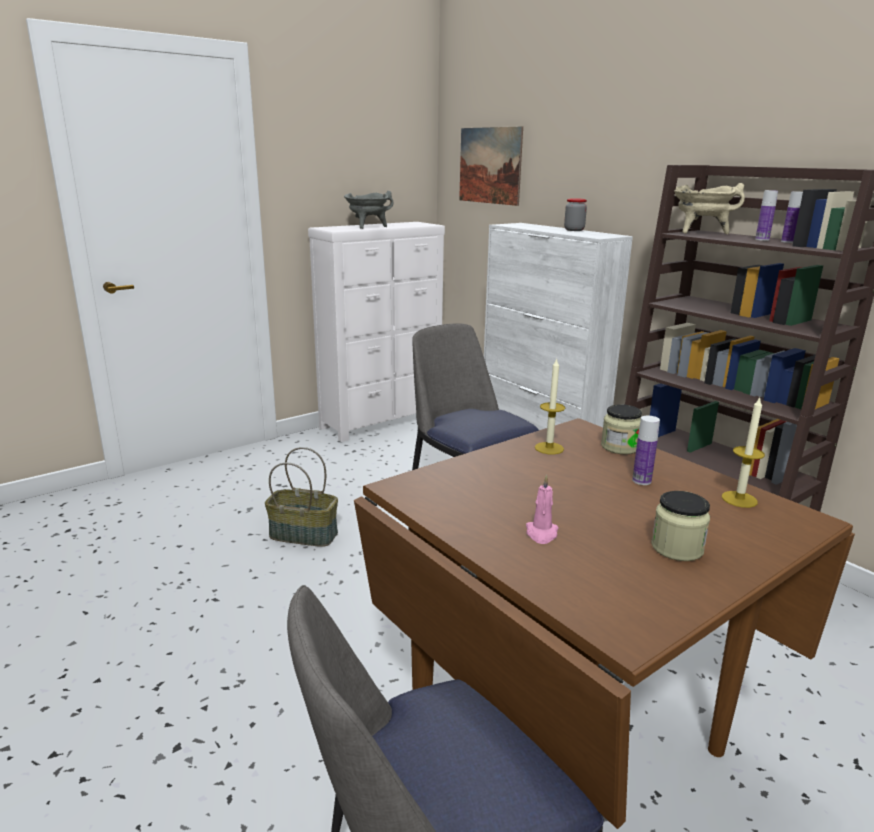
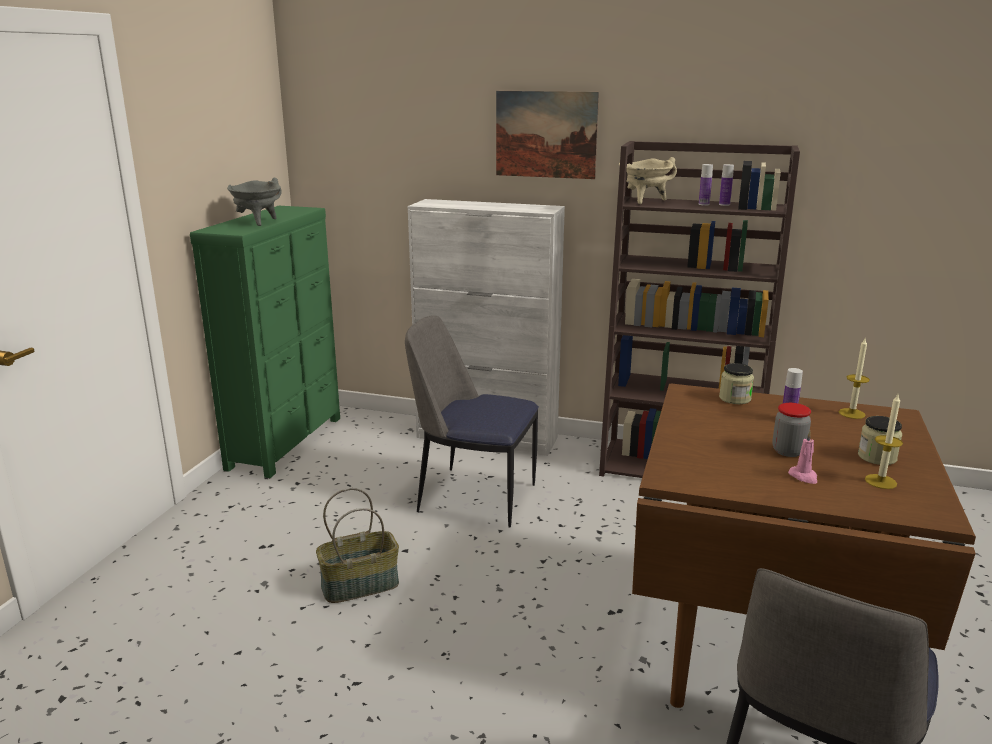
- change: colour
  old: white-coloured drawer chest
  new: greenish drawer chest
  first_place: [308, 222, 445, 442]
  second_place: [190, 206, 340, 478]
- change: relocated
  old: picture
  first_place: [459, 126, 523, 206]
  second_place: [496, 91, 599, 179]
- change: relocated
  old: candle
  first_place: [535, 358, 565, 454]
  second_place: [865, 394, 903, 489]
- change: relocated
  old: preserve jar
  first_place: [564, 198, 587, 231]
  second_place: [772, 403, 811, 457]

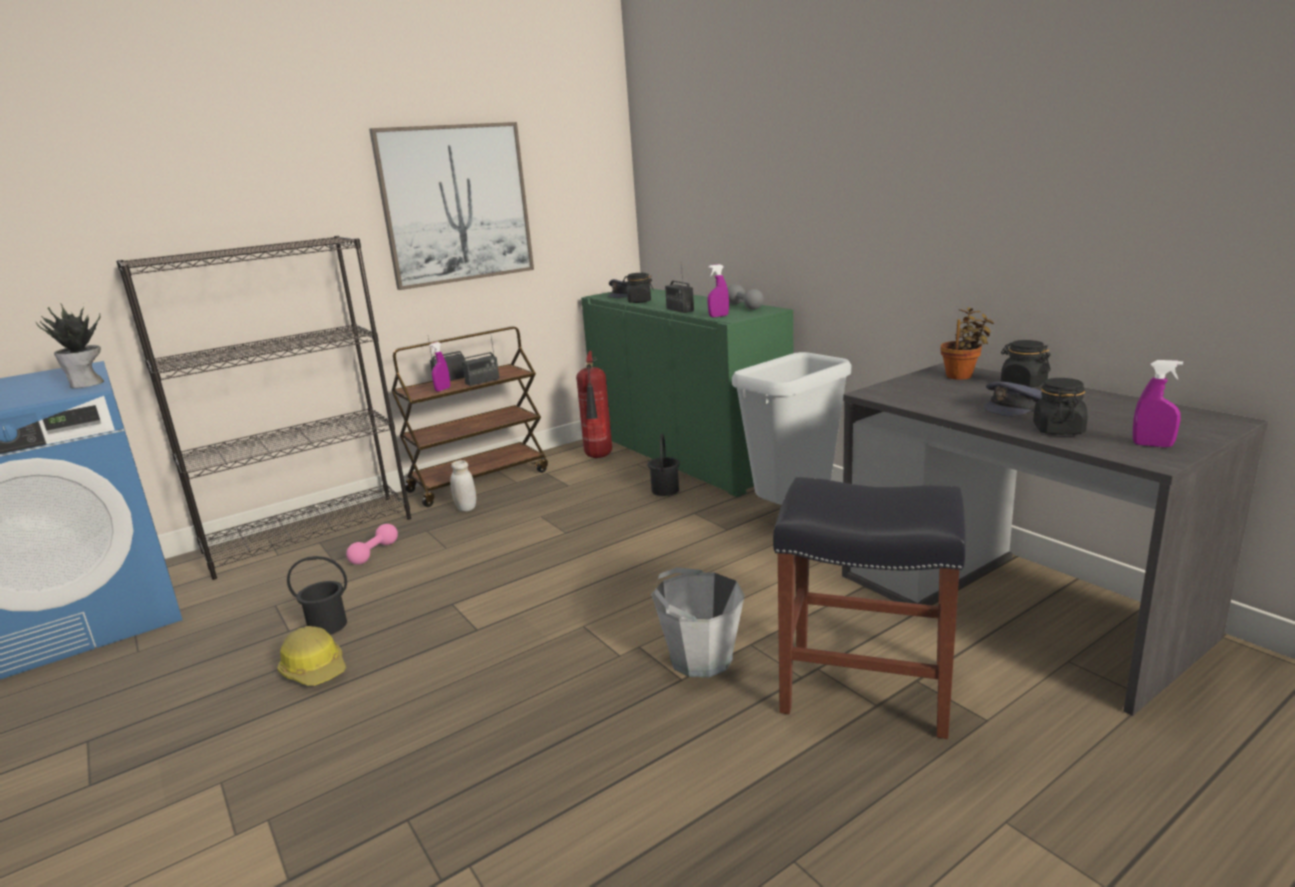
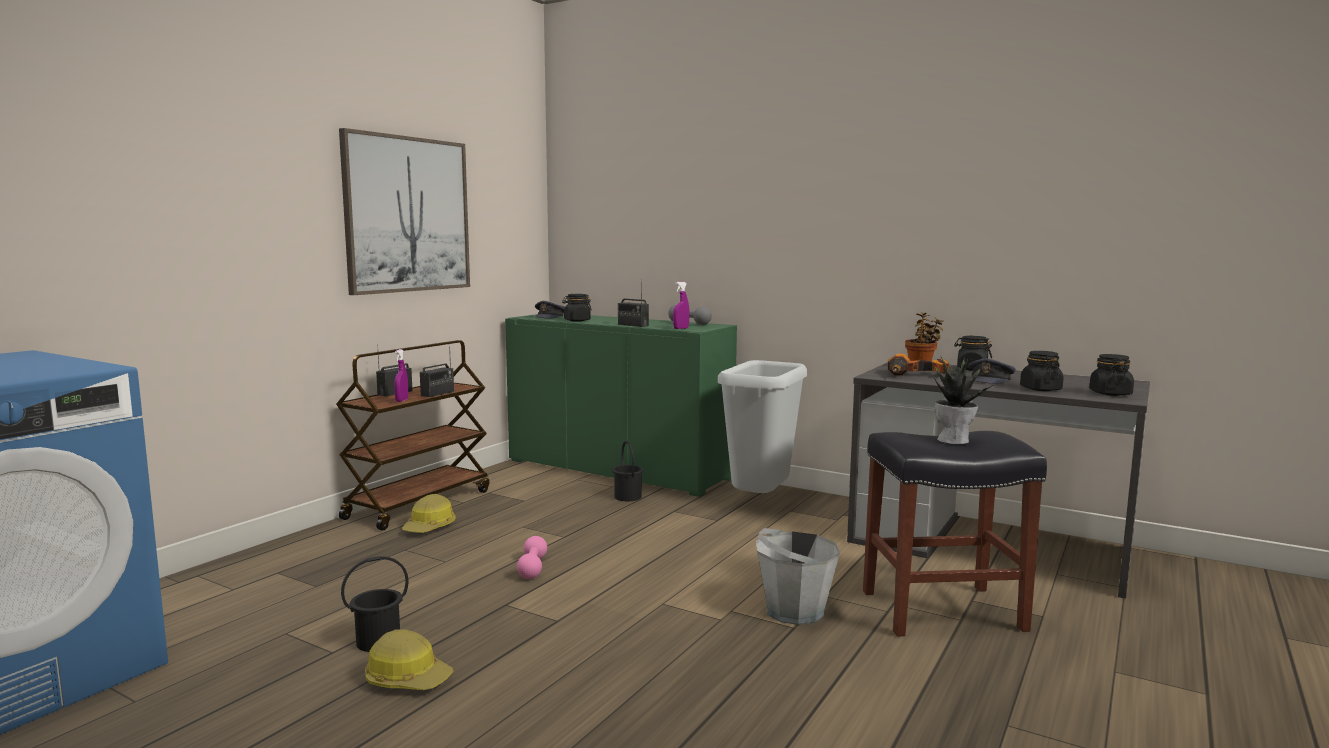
- change: relocated
  old: plant in a pot
  first_place: [36, 303, 104, 388]
  second_place: [934, 357, 997, 444]
- change: missing
  old: black bookcase
  first_place: [116, 236, 411, 580]
- change: relocated
  old: pink dumbbell
  first_place: [346, 524, 398, 565]
  second_place: [517, 536, 547, 579]
- change: exchanged
  old: white-coloured preserve jar
  new: work helmet
  first_place: [450, 460, 476, 511]
  second_place: [402, 494, 456, 533]
- change: missing
  old: extinguisher
  first_place: [576, 351, 612, 458]
- change: exchanged
  old: purple-coloured spray bottle
  new: black preserve jar
  first_place: [1133, 360, 1183, 447]
  second_place: [1089, 354, 1134, 396]
- change: appeared
  new: power drill
  second_place: [887, 354, 950, 376]

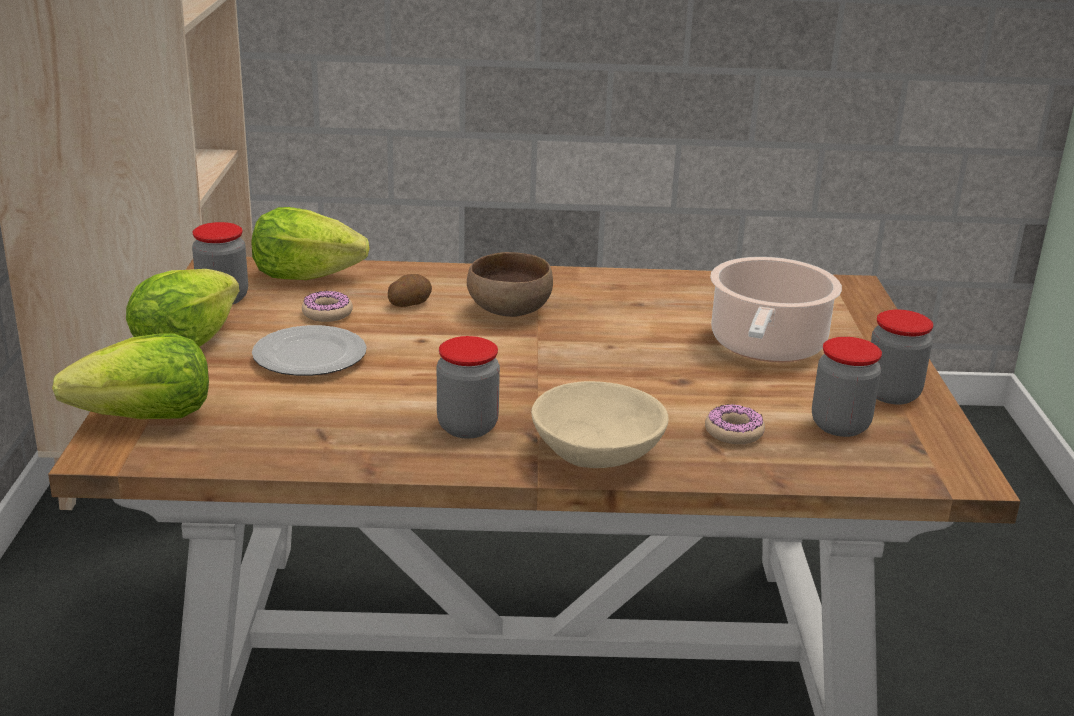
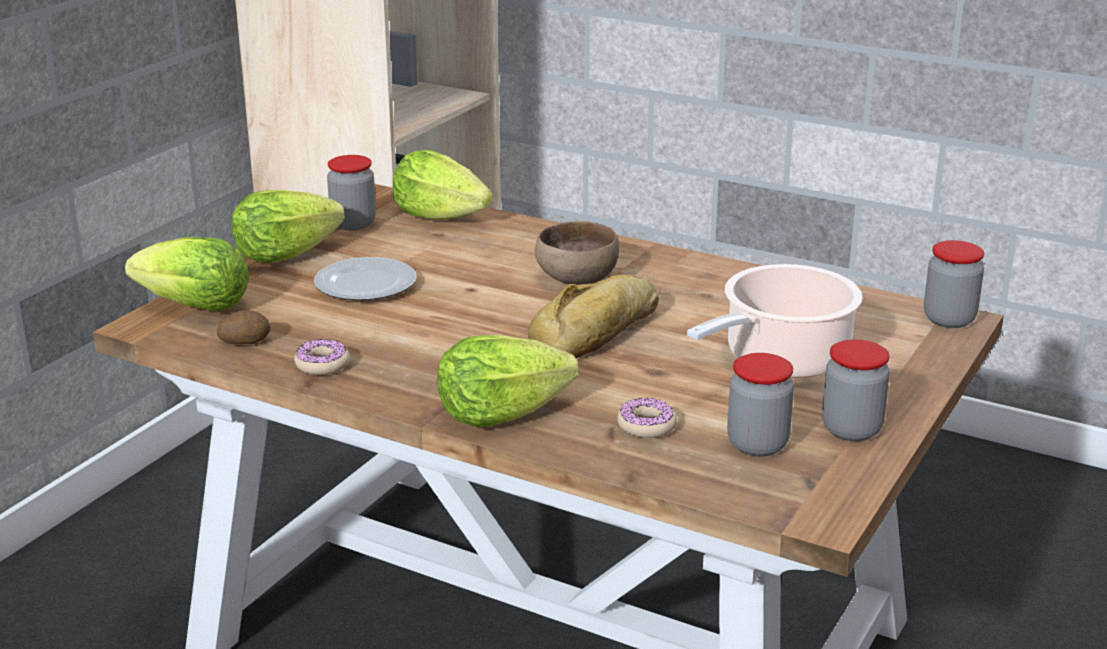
- change: relocated
  old: donut
  first_place: [302, 291, 353, 322]
  second_place: [294, 339, 350, 375]
- change: relocated
  old: spud
  first_place: [388, 274, 432, 307]
  second_place: [217, 310, 270, 344]
- change: relocated
  old: preserve jar
  first_place: [437, 336, 500, 439]
  second_place: [924, 240, 984, 328]
- change: exchanged
  old: beige-coloured serving bowl
  new: head of lettuce
  first_place: [531, 381, 669, 468]
  second_place: [437, 335, 578, 427]
- change: appeared
  new: baked bread
  second_place: [528, 275, 659, 358]

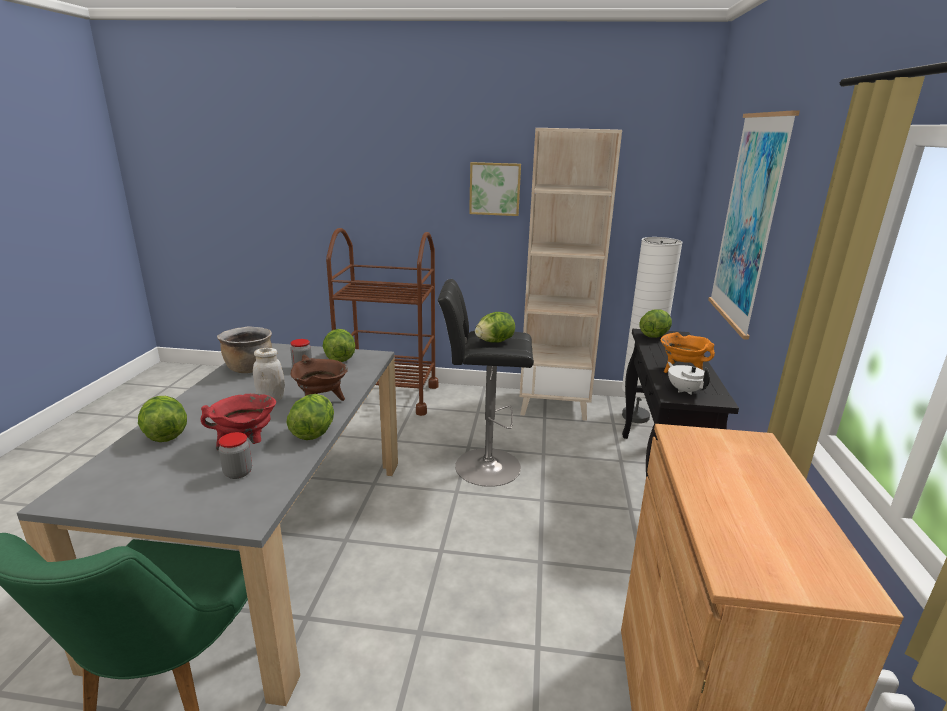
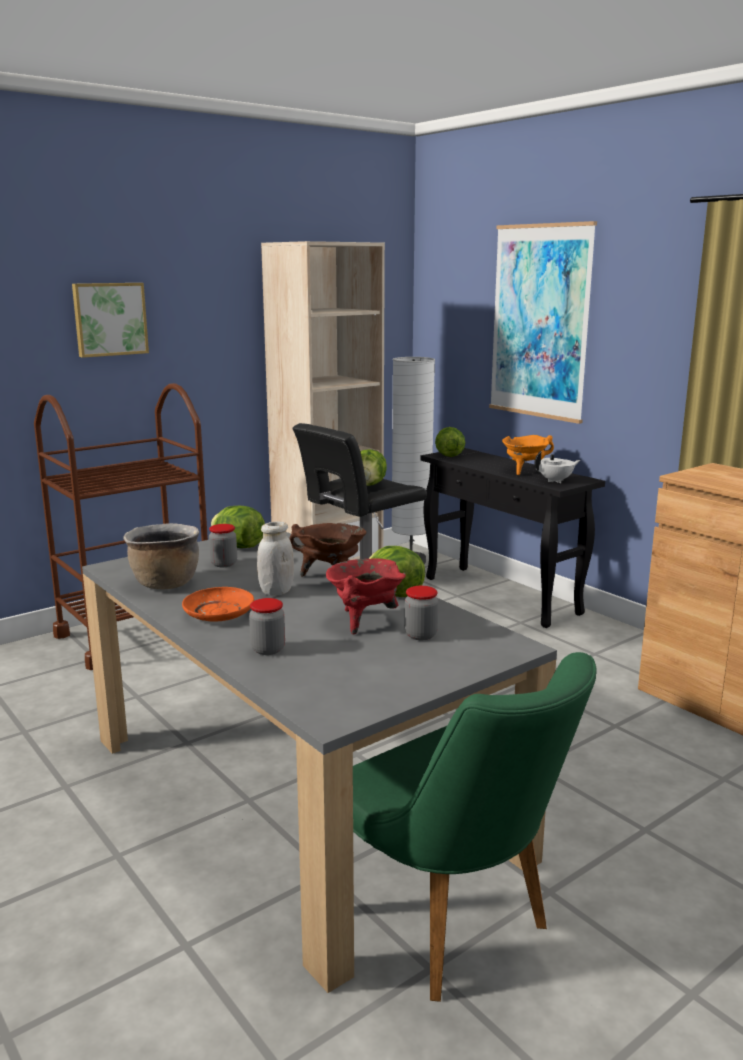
- change: exchanged
  old: head of lettuce
  new: preserve jar
  first_place: [138, 396, 187, 442]
  second_place: [249, 598, 285, 655]
- change: relocated
  old: picture
  first_place: [469, 162, 521, 216]
  second_place: [72, 283, 149, 358]
- change: spun
  old: white-coloured tea pot
  first_place: [668, 362, 710, 395]
  second_place: [534, 451, 580, 483]
  degrees: 135
- change: appeared
  new: orange-coloured dinner plate
  second_place: [182, 587, 254, 622]

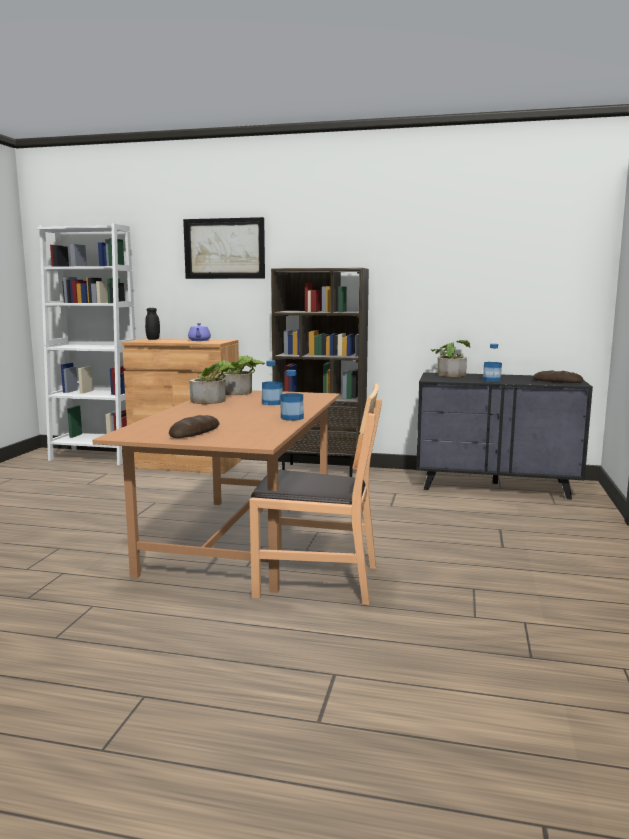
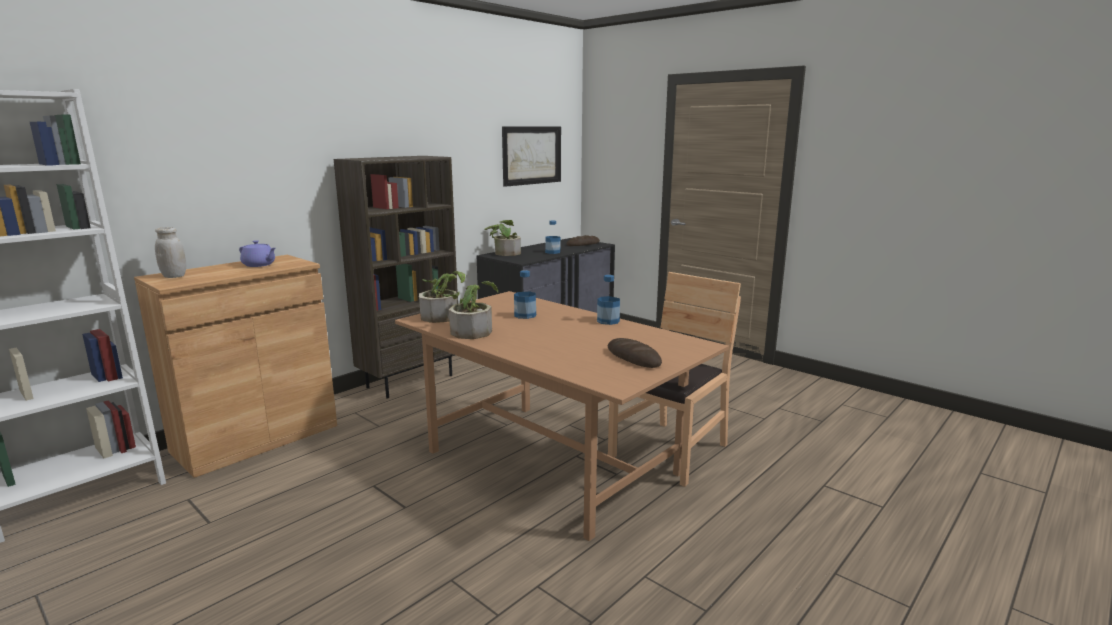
- change: colour
  old: black preserve jar
  new: white-coloured preserve jar
  first_place: [145, 308, 160, 340]
  second_place: [155, 227, 186, 278]
- change: relocated
  old: picture
  first_place: [183, 217, 265, 279]
  second_place: [502, 126, 561, 187]

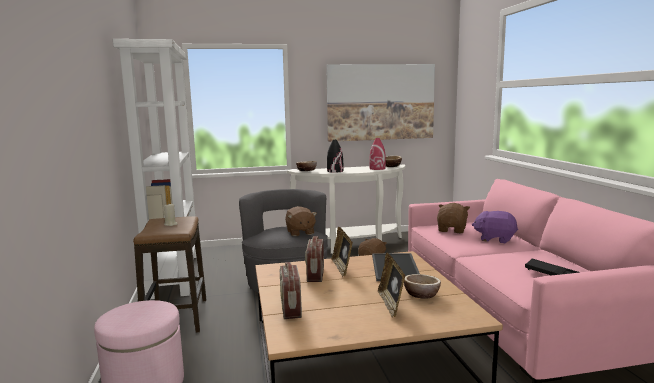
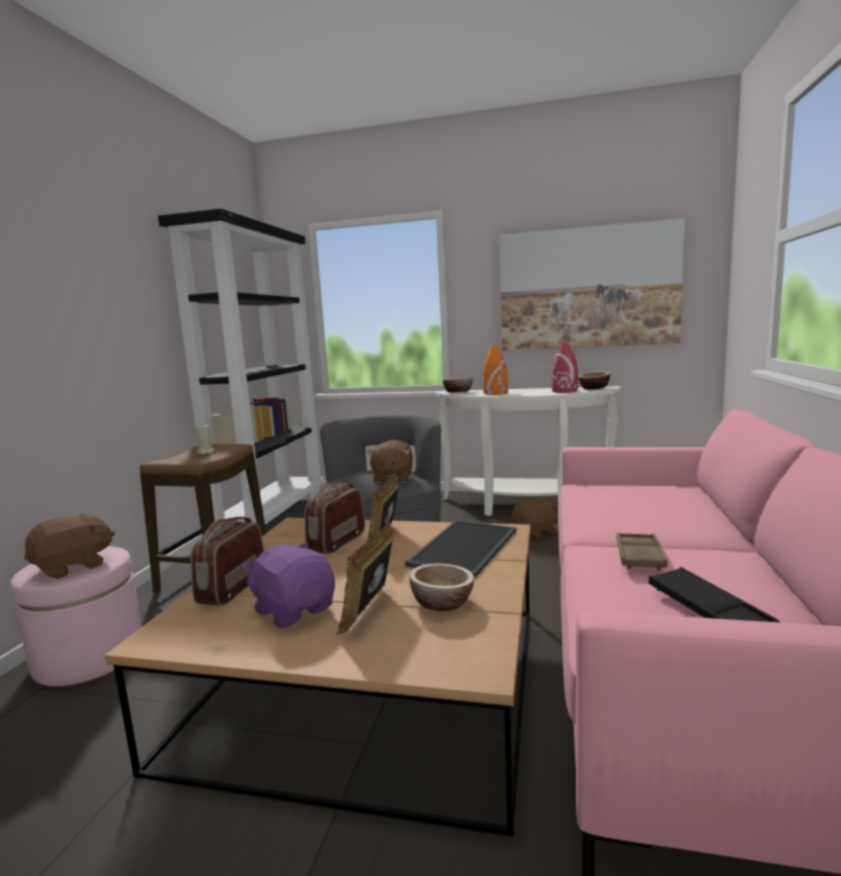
- change: colour
  old: white-coloured bookcase
  new: black bookcase
  first_place: [113, 39, 197, 299]
  second_place: [158, 208, 324, 524]
- change: colour
  old: black flower vase
  new: orange-coloured flower vase
  first_place: [327, 140, 343, 173]
  second_place: [483, 346, 508, 395]
- change: relocated
  old: brownish plush toy
  first_place: [437, 203, 470, 233]
  second_place: [24, 514, 115, 579]
- change: relocated
  old: purple-coloured plush toy
  first_place: [472, 211, 518, 243]
  second_place: [242, 542, 335, 628]
- change: appeared
  new: brownish tray
  second_place: [616, 533, 668, 571]

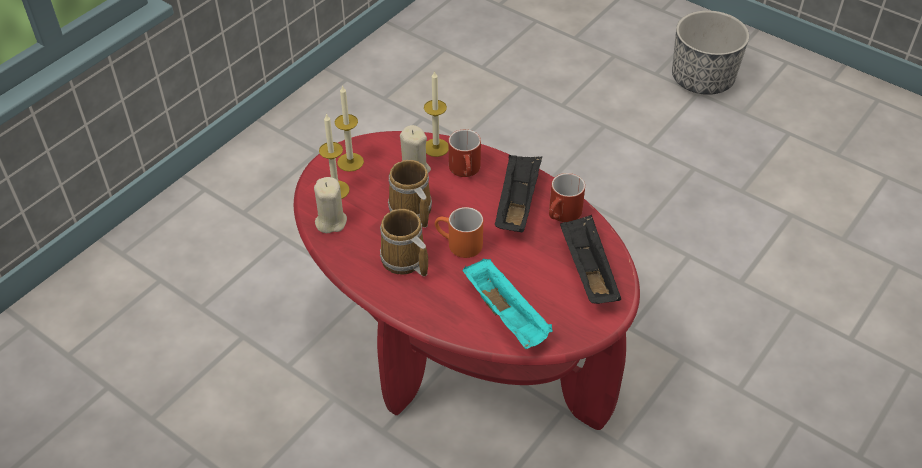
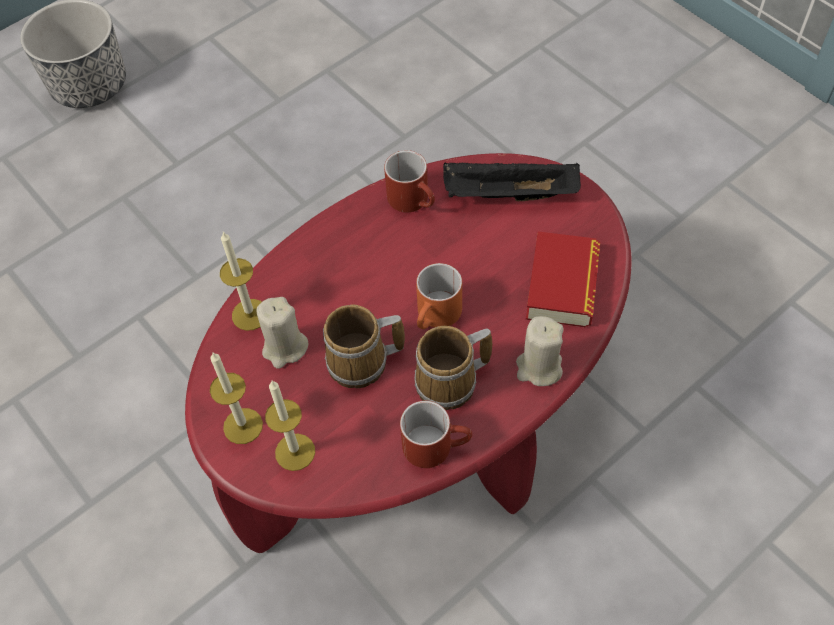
- change: relocated
  old: beige-coloured candle
  first_place: [314, 177, 347, 233]
  second_place: [516, 316, 564, 386]
- change: relocated
  old: red-coloured mug
  first_place: [449, 129, 481, 177]
  second_place: [400, 401, 472, 468]
- change: exchanged
  old: turquoise-coloured tray
  new: volume
  first_place: [463, 258, 553, 349]
  second_place: [526, 231, 600, 327]
- change: missing
  old: black tray
  first_place: [494, 154, 542, 232]

